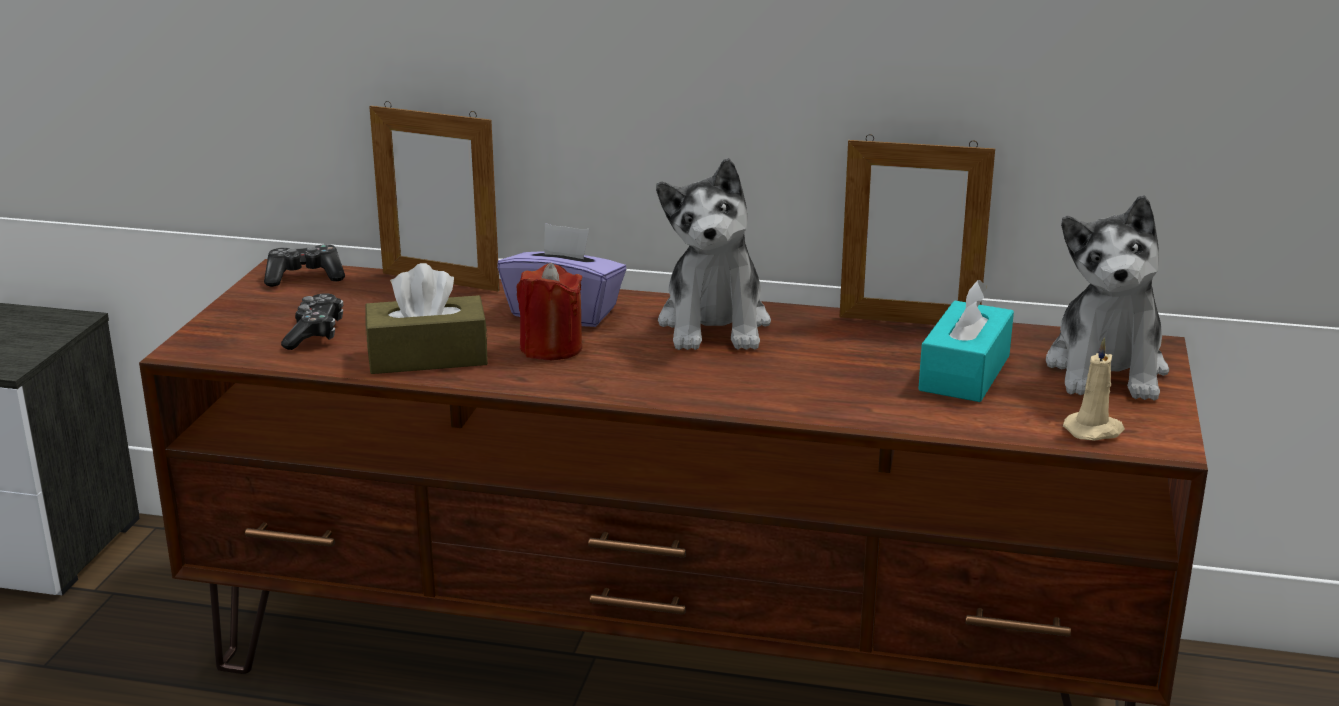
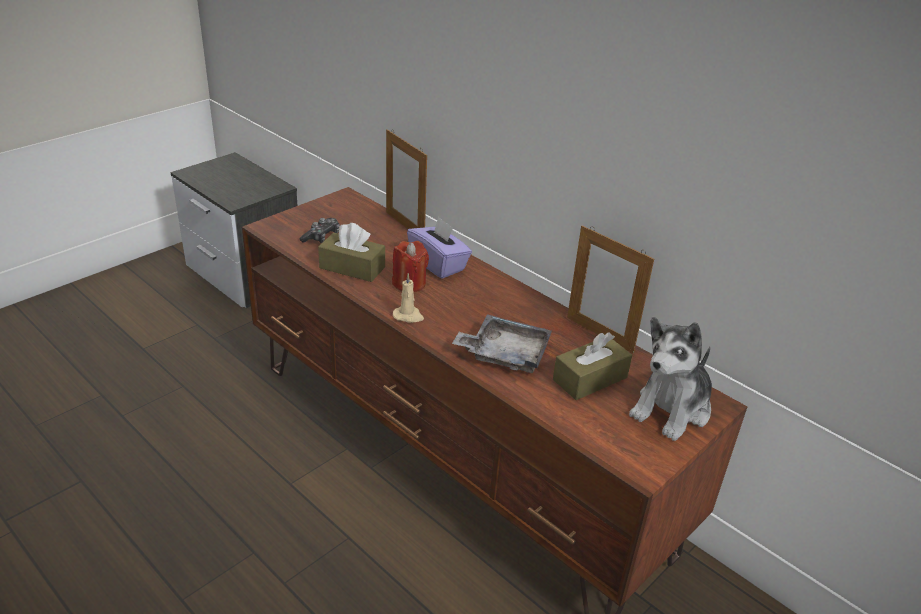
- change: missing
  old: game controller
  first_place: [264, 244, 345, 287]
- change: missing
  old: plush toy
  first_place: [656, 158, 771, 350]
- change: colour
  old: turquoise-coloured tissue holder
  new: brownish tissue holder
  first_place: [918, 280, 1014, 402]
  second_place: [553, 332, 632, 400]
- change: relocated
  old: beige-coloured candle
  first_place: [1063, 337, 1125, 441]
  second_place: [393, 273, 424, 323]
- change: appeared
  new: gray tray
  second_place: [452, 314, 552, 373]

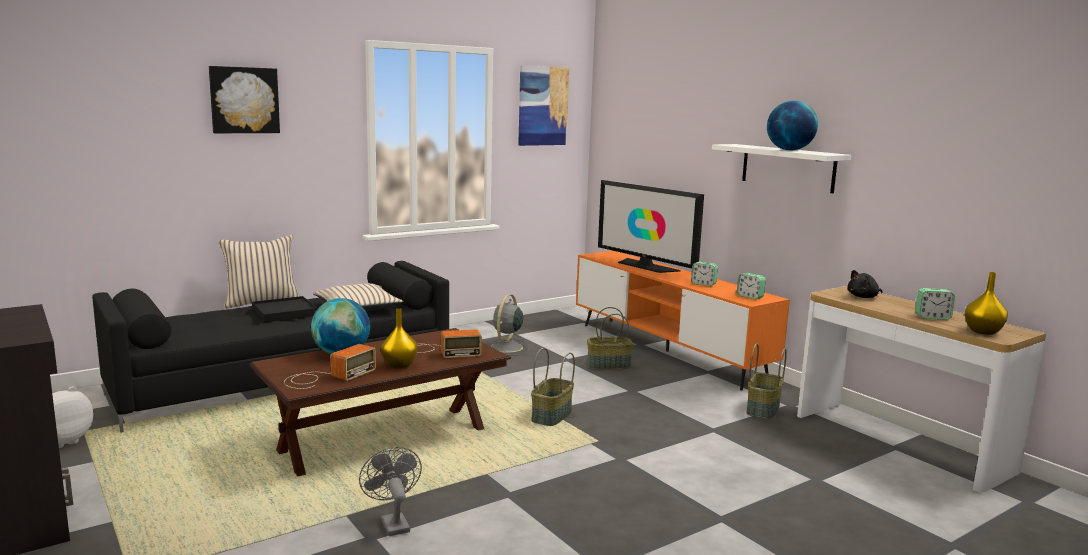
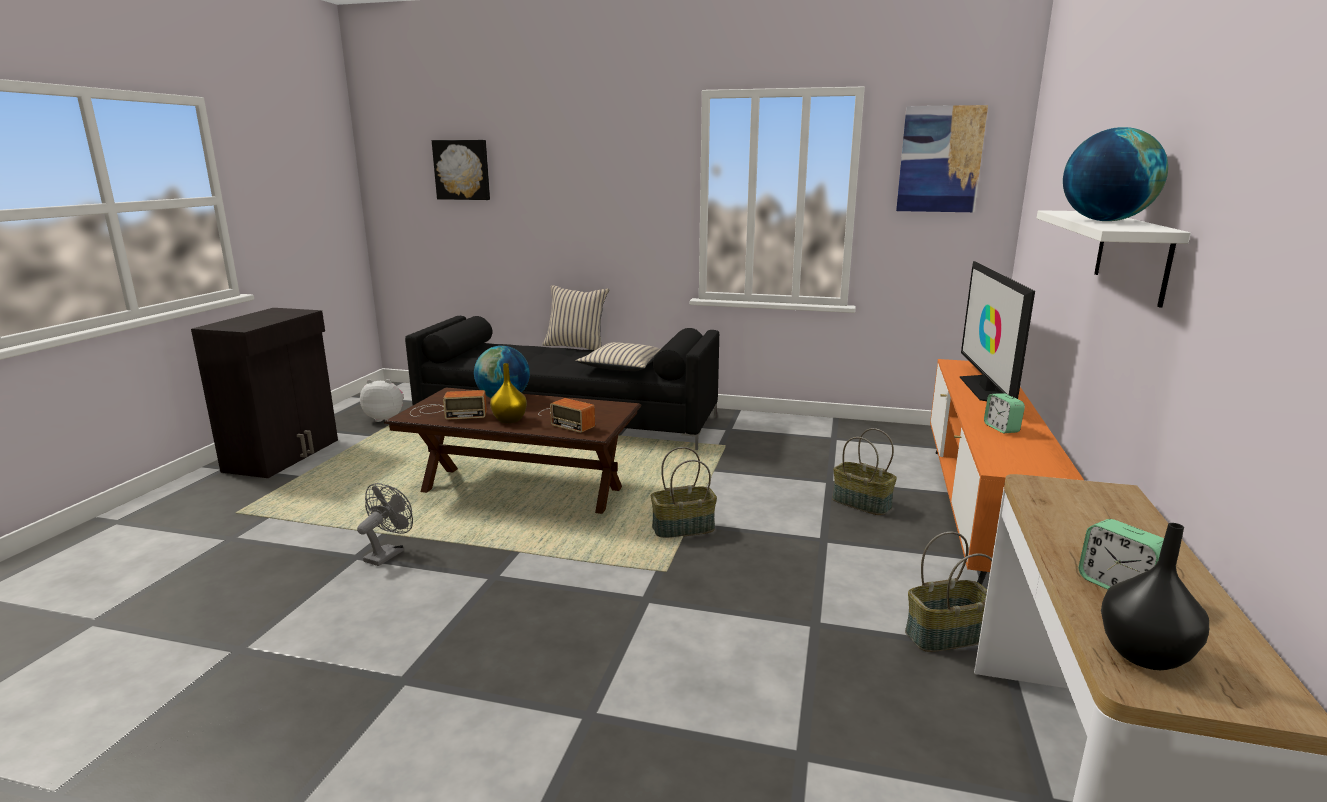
- change: relocated
  old: picture
  first_place: [209, 66, 280, 133]
  second_place: [432, 140, 490, 200]
- change: missing
  old: black tray
  first_place: [252, 296, 318, 322]
- change: missing
  old: gray fan
  first_place: [487, 294, 529, 356]
- change: missing
  old: alarm clock
  first_place: [737, 273, 766, 299]
- change: missing
  old: black plush toy
  first_place: [847, 270, 883, 298]
- change: colour
  old: yellow flower vase
  new: black flower vase
  first_place: [965, 272, 1008, 335]
  second_place: [1101, 523, 1209, 670]

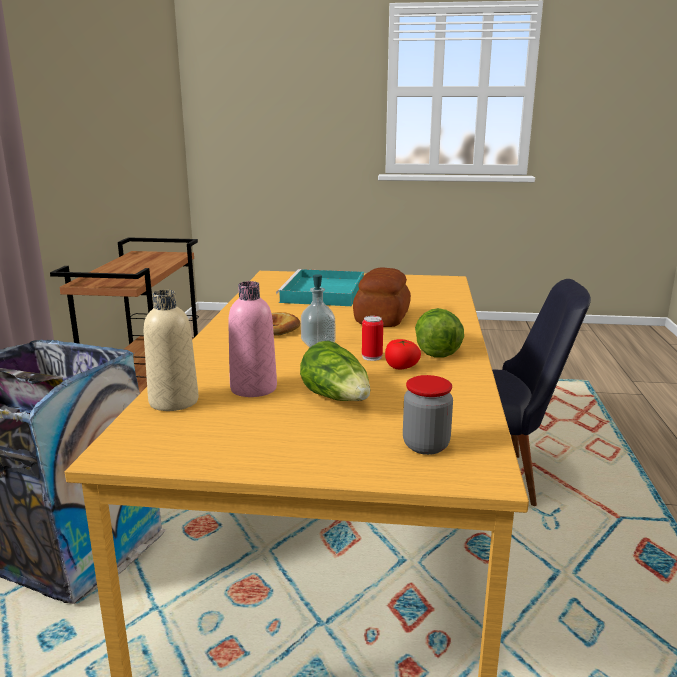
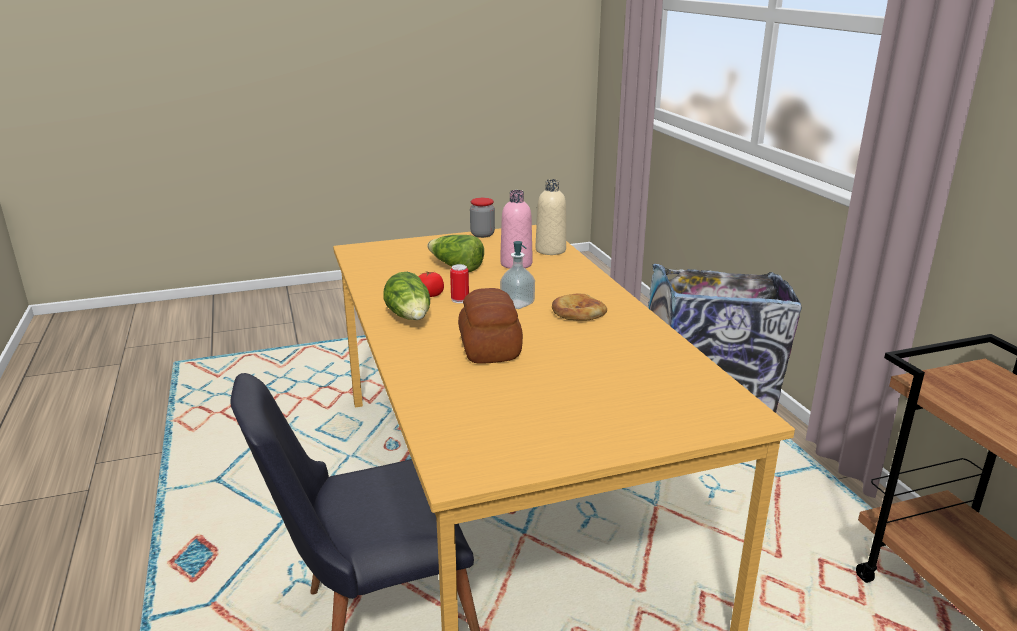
- change: missing
  old: turquoise-coloured tray
  first_place: [276, 269, 364, 306]
- change: relocated
  old: preserve jar
  first_place: [403, 375, 453, 455]
  second_place: [470, 198, 495, 238]

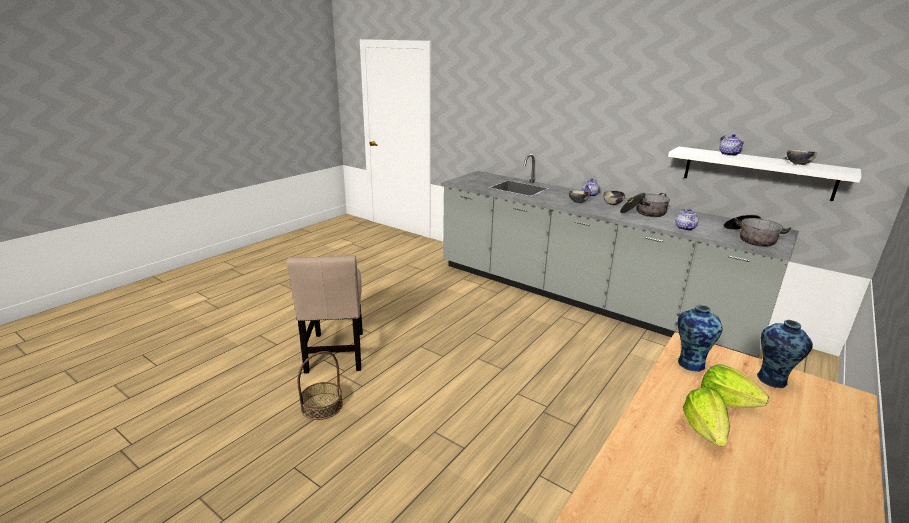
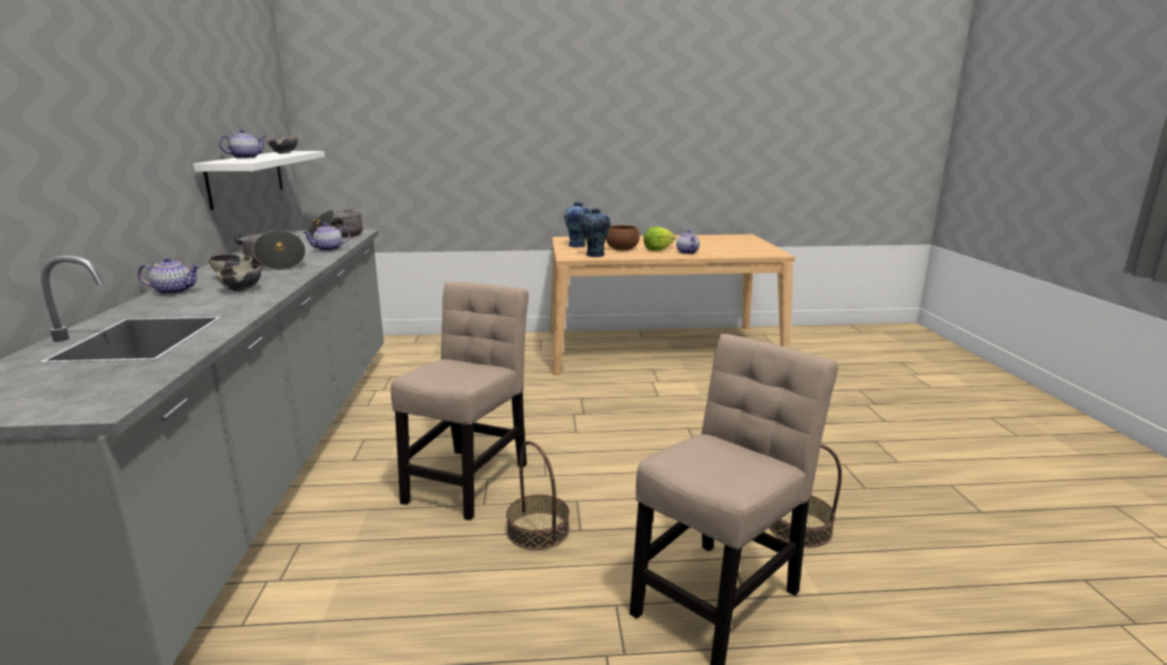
- change: exchanged
  old: head of lettuce
  new: brownish serving bowl
  first_place: [701, 364, 769, 408]
  second_place: [606, 225, 640, 250]
- change: appeared
  new: beige-coloured plain chair
  second_place: [391, 281, 529, 520]
- change: appeared
  new: storage basket
  second_place: [506, 441, 569, 550]
- change: appeared
  new: tea pot
  second_place: [676, 230, 700, 254]

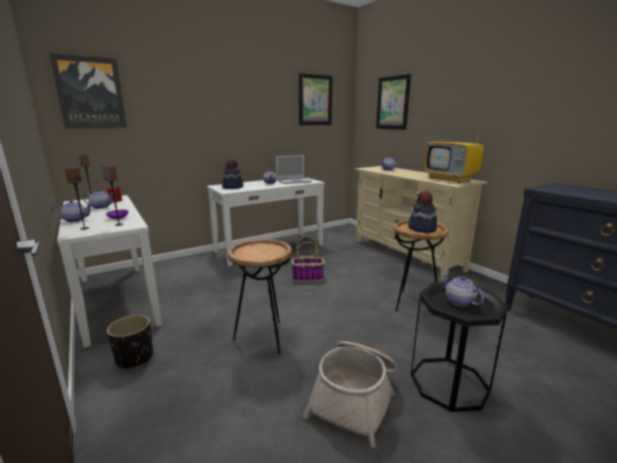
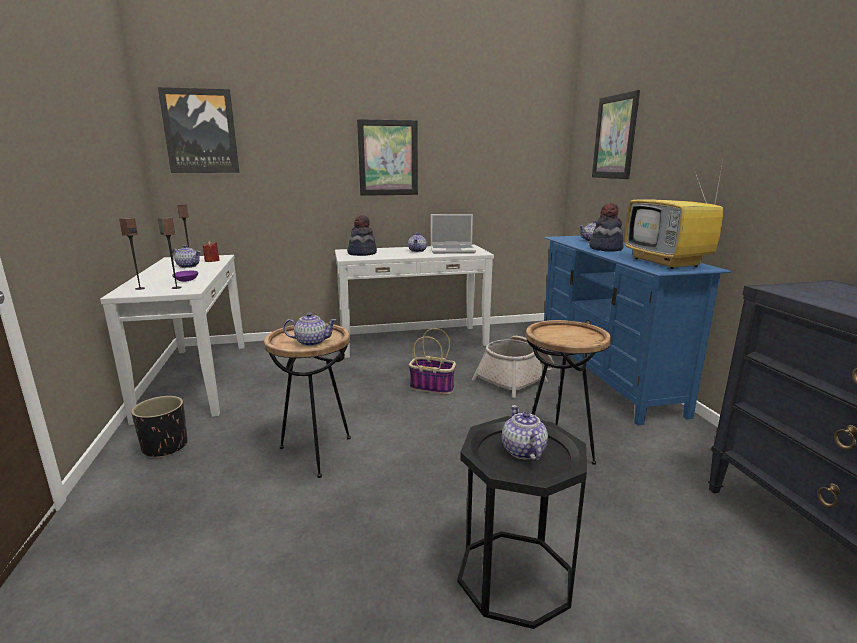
- change: relocated
  old: tea pot
  first_place: [52, 200, 93, 222]
  second_place: [283, 313, 337, 346]
- change: relocated
  old: picture
  first_place: [299, 73, 333, 125]
  second_place: [357, 119, 418, 196]
- change: relocated
  old: storage basket
  first_place: [303, 341, 397, 447]
  second_place: [472, 336, 554, 398]
- change: colour
  old: beige-coloured tv stand
  new: bluish tv stand
  first_place: [355, 166, 488, 281]
  second_place: [544, 236, 731, 426]
- change: relocated
  old: clothing hat
  first_place: [408, 191, 437, 233]
  second_place: [589, 203, 624, 252]

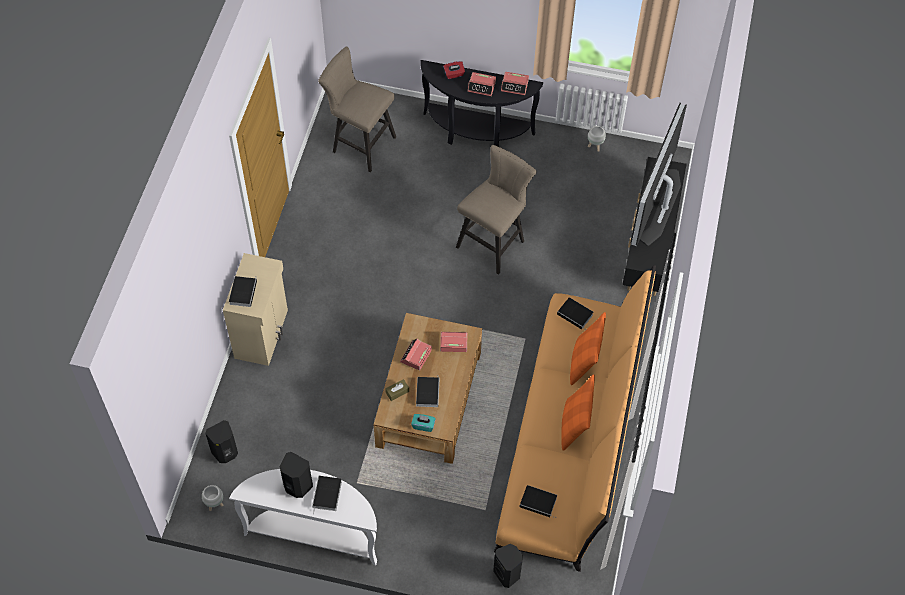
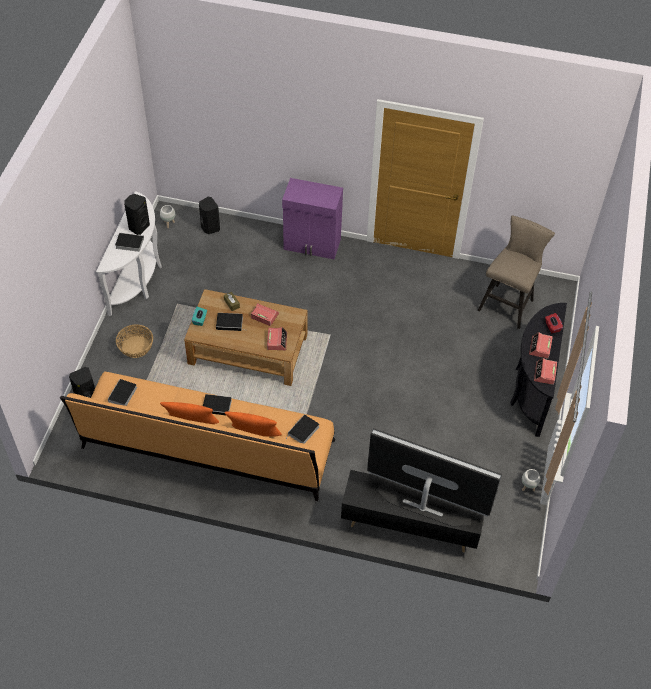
- change: colour
  old: beige-coloured cupboard
  new: purple-coloured cupboard
  first_place: [223, 253, 288, 366]
  second_place: [282, 178, 343, 259]
- change: relocated
  old: volume
  first_place: [229, 276, 257, 307]
  second_place: [203, 394, 232, 415]
- change: missing
  old: beige-coloured stool
  first_place: [456, 145, 537, 274]
- change: appeared
  new: storage basket
  second_place: [116, 324, 153, 358]

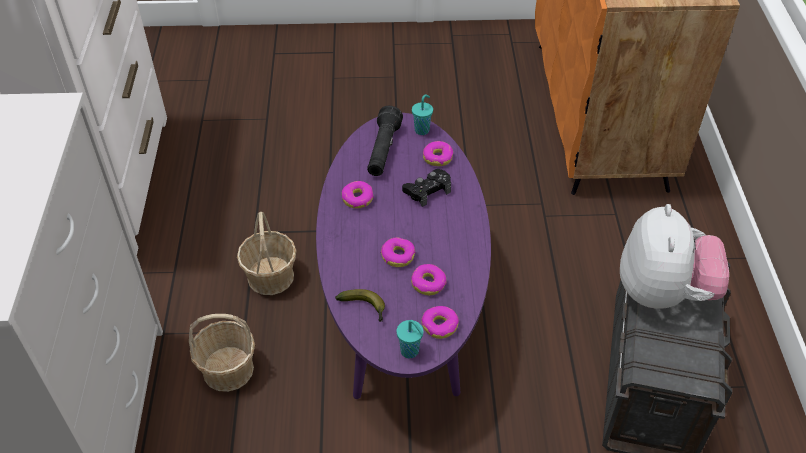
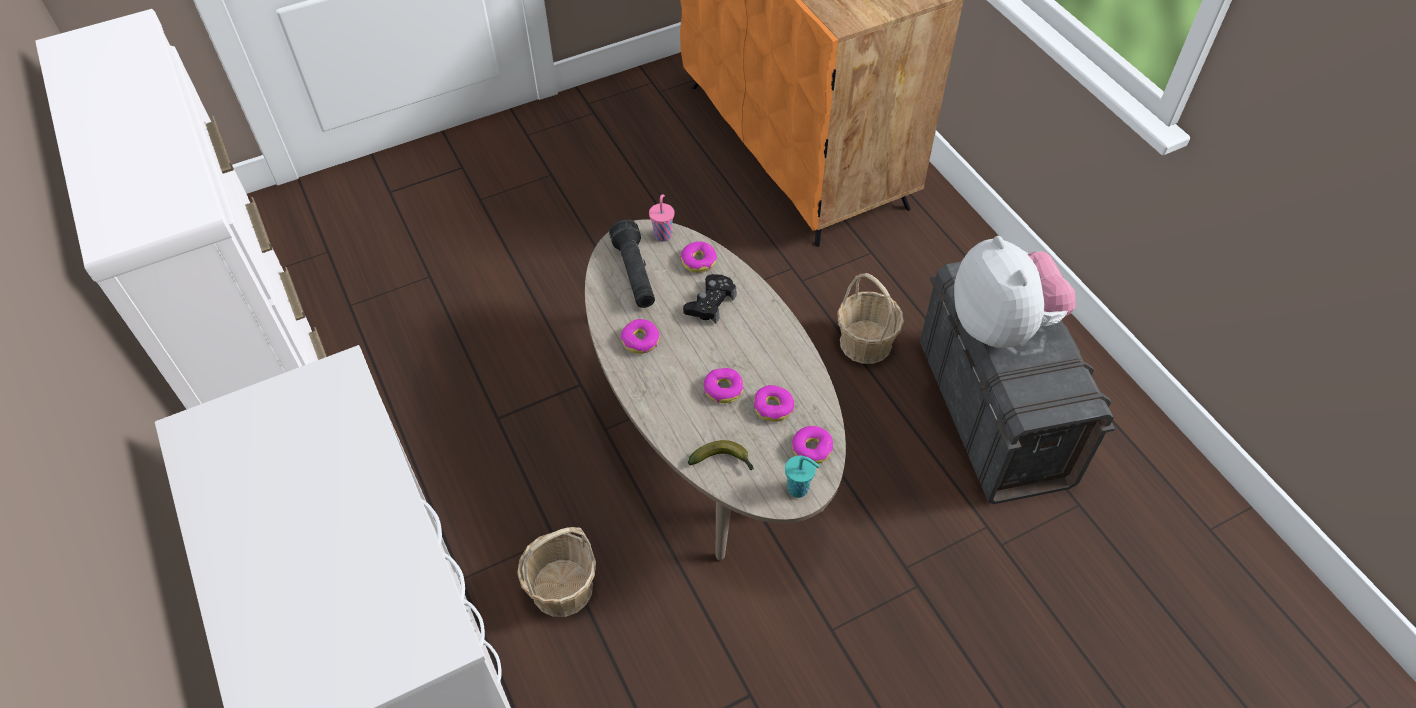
- change: relocated
  old: storage basket
  first_place: [237, 212, 297, 295]
  second_place: [837, 273, 904, 364]
- change: colour
  old: purple-coloured lounge table
  new: beige-coloured lounge table
  first_place: [316, 113, 491, 399]
  second_place: [585, 219, 846, 560]
- change: colour
  old: turquoise-coloured drinking cup
  new: pink drinking cup
  first_place: [412, 94, 433, 135]
  second_place: [649, 194, 674, 242]

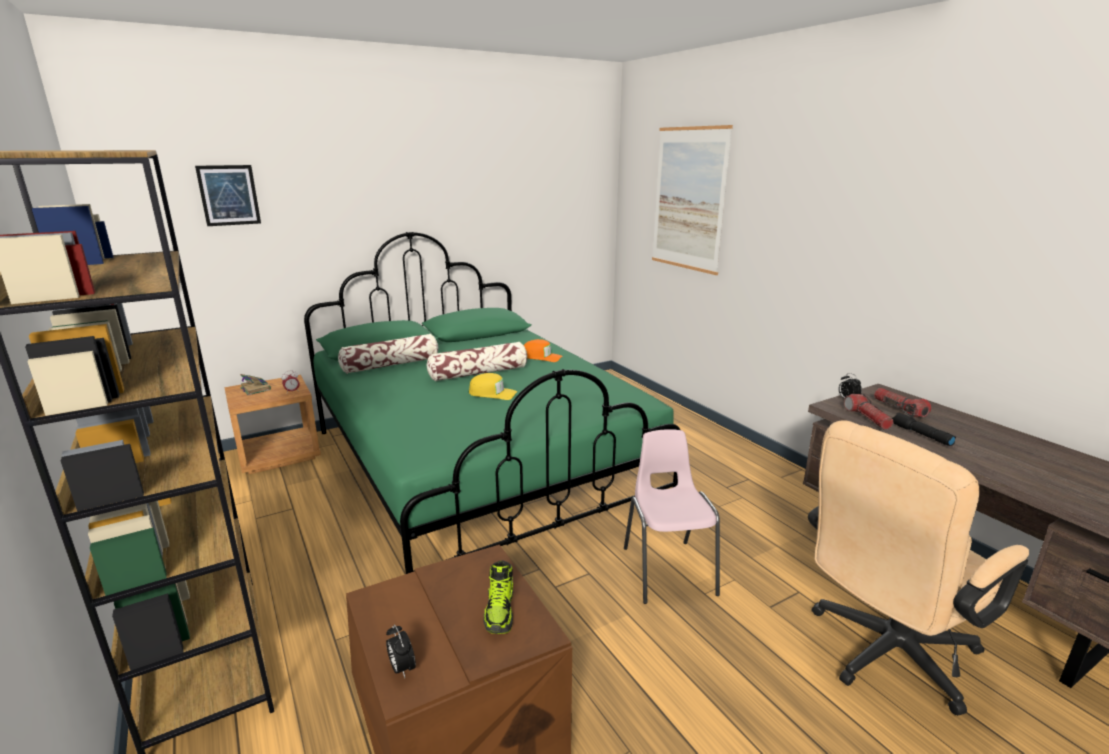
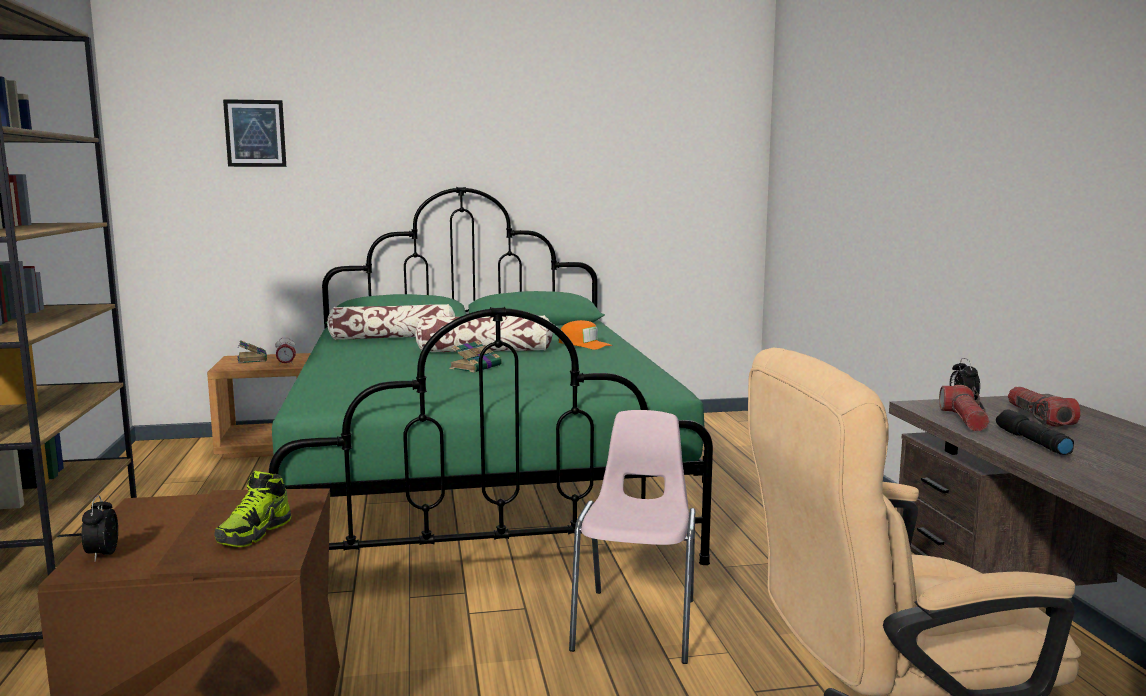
- change: exchanged
  old: yellow baseball cap
  new: volume
  first_place: [469, 373, 517, 400]
  second_place: [449, 340, 502, 373]
- change: missing
  old: picture
  first_place: [652, 125, 733, 275]

